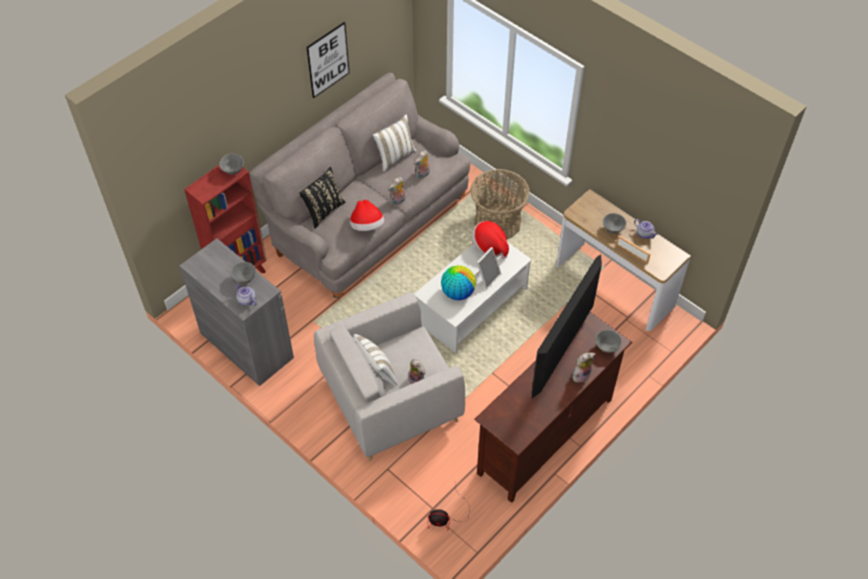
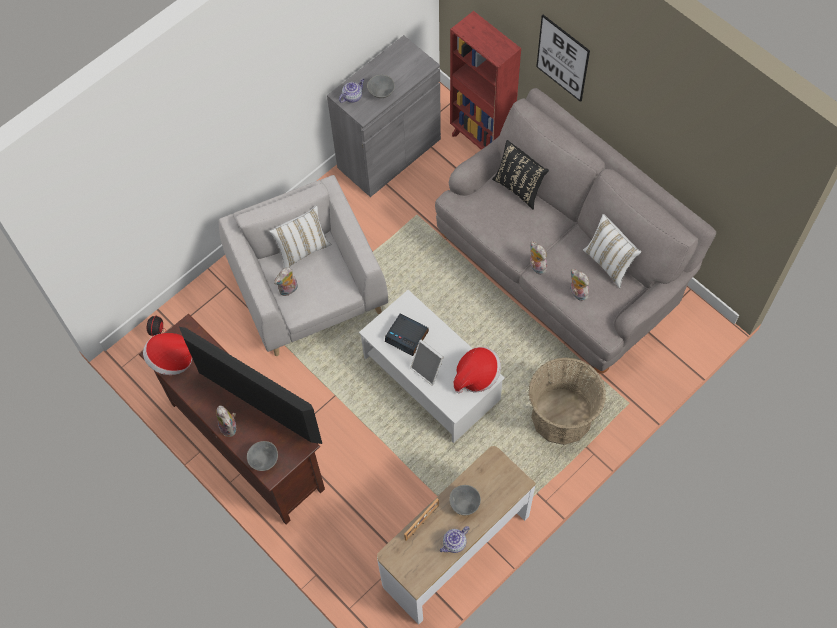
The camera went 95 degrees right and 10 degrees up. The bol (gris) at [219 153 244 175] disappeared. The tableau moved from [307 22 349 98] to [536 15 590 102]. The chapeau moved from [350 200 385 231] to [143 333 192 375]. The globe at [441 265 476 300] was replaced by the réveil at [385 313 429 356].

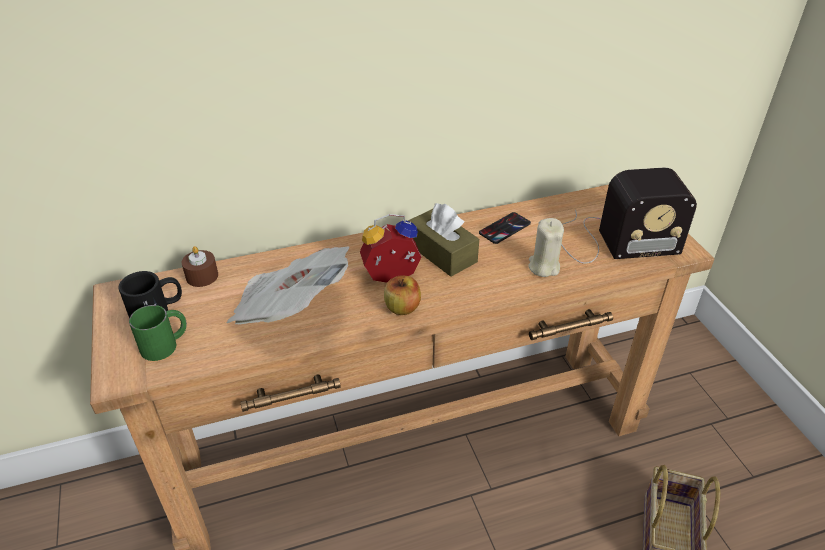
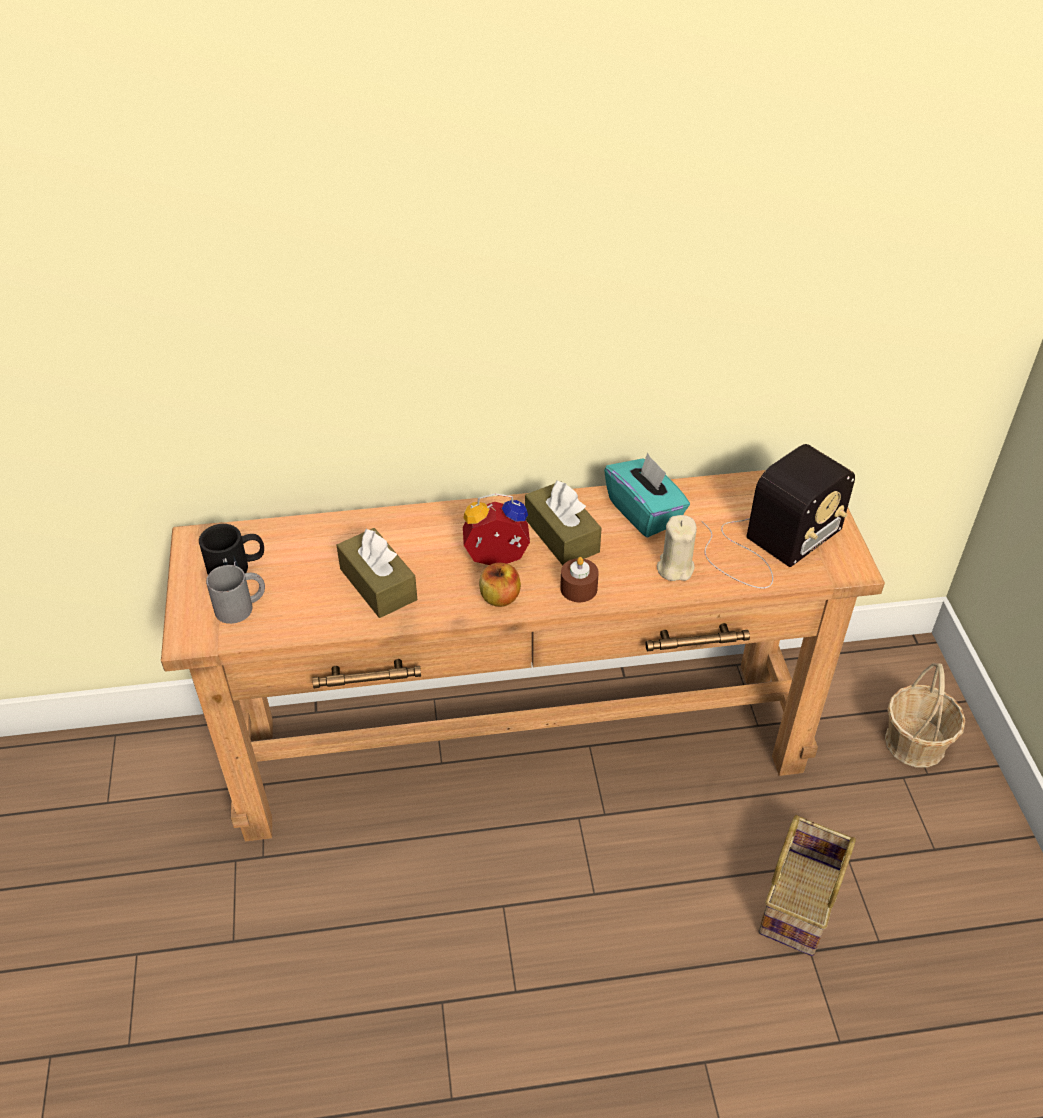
The camera went 10 degrees right and 5 degrees up. The panier at [885 663 965 767] appeared. The bougie (marron) moved from [182 246 218 287] to [560 557 599 602]. The journal at [226 246 349 325] was replaced by the boîte à mouchoirs (marron) at [336 528 417 618]. The téléphone at [479 212 531 244] was replaced by the boîte à mouchoirs (turquoise) at [604 453 690 537]. The mug (vert) at [129 305 187 361] became the mug (gris) at [206 565 265 624]. The radio at [561 168 697 264] turned 45 degrees counterclockwise.

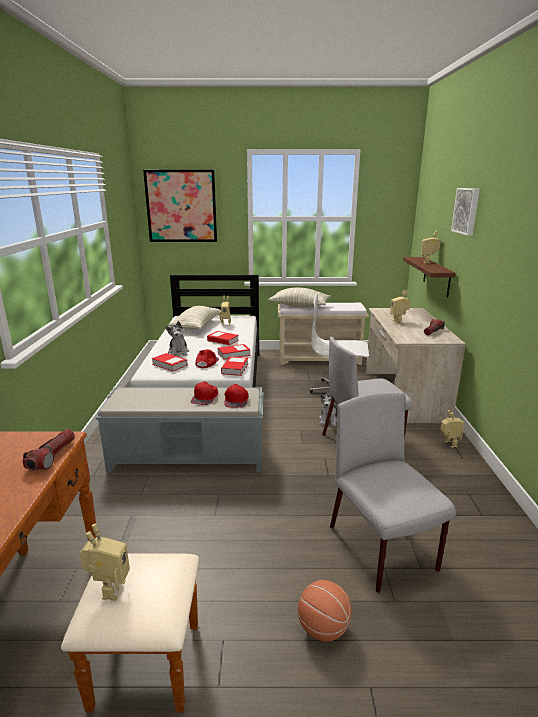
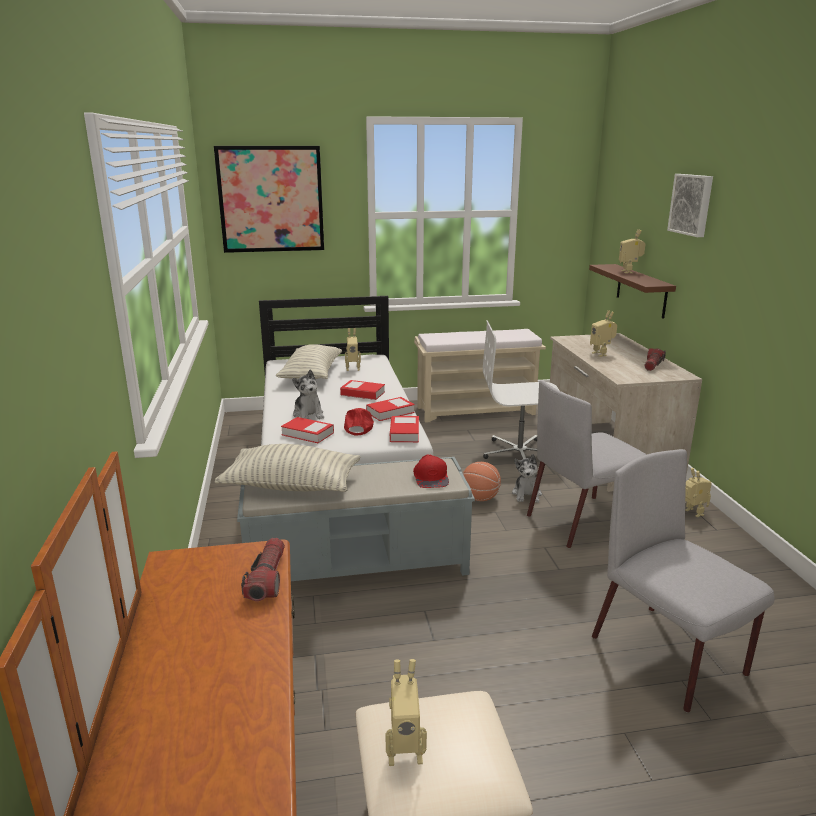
The camera went 10 degrees left and 0 degrees up. The casquette (rouge) at [190 381 218 405] disappeared. The coussin moved from [268 287 331 308] to [215 444 360 492]. The ballon de basket moved from [298 580 352 642] to [463 462 501 501]. The robot jouet at [79 523 130 601] turned 90 degrees clockwise.

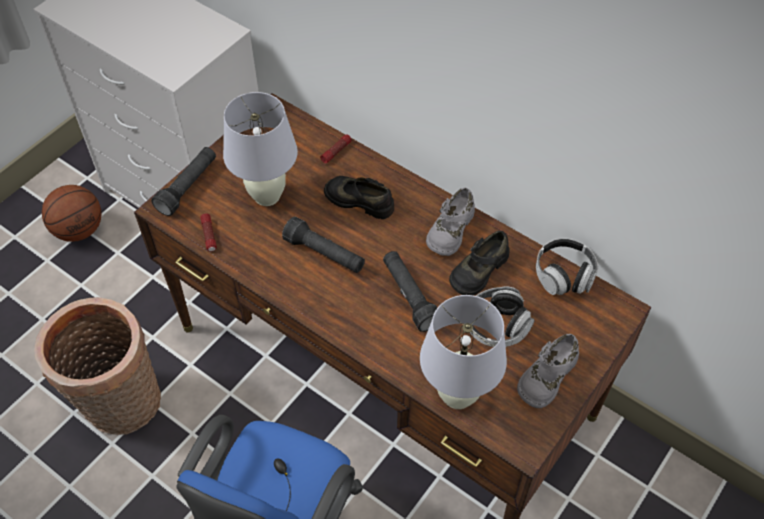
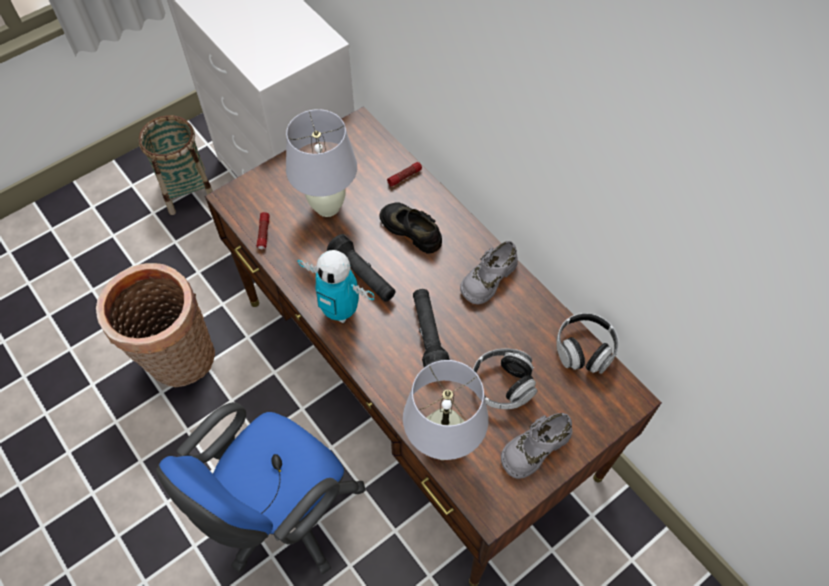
The camera went 15 degrees right and 5 degrees up. The lampe de poche (noir) at [151 147 216 216] disappeared. The chaussure (noir) at [449 231 510 295] disappeared. The robot jouet at [297 250 374 323] appeared. The ballon de basket at [42 185 101 242] was replaced by the panier at [139 115 213 215].

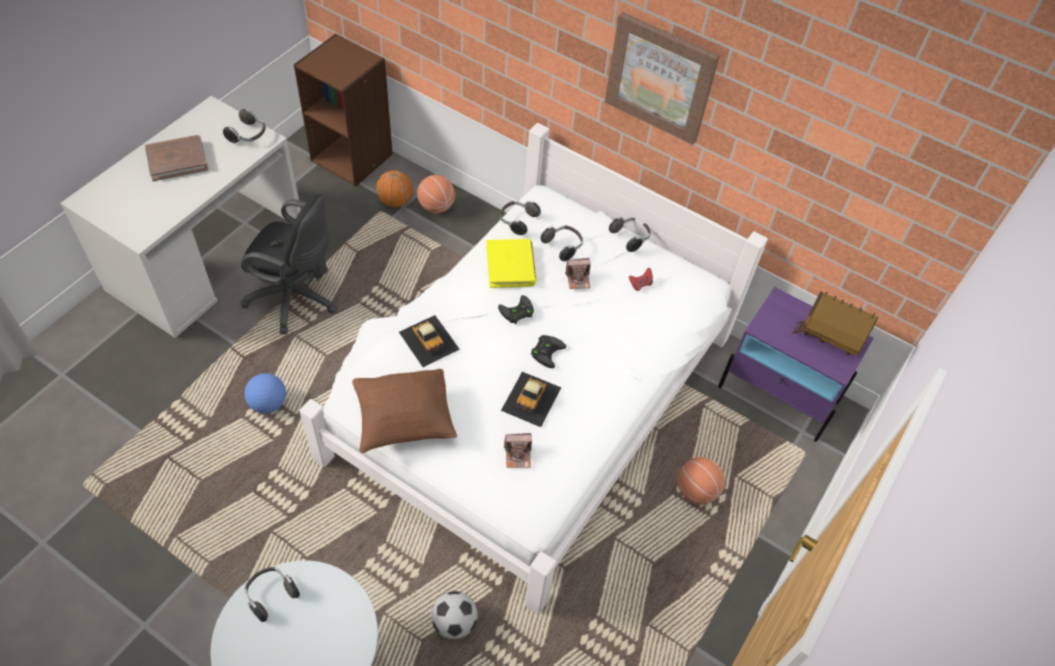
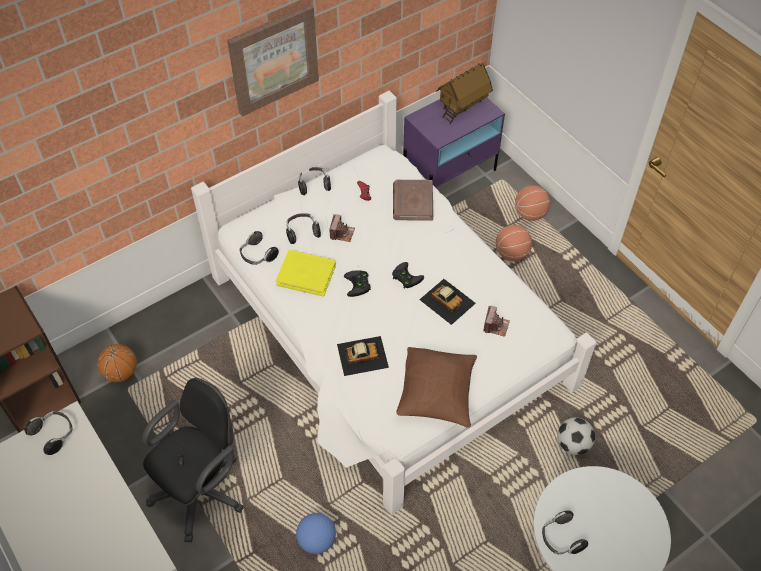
The camera went 65 degrees left and 0 degrees up. The livre (marron) moved from [145 135 208 181] to [393 180 434 221]. The ballon de basket moved from [417 175 455 214] to [515 185 550 221].

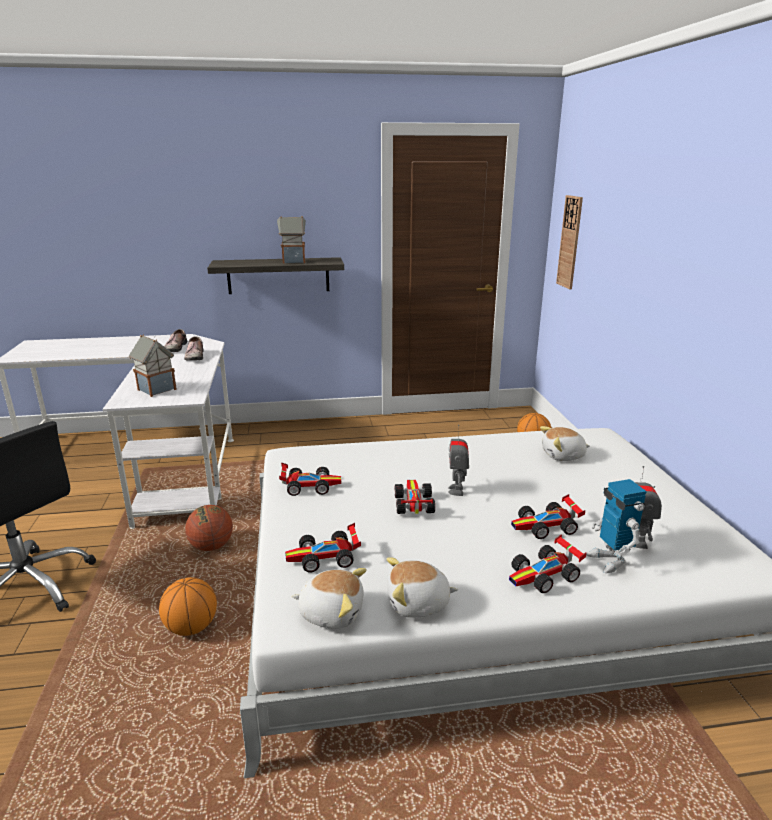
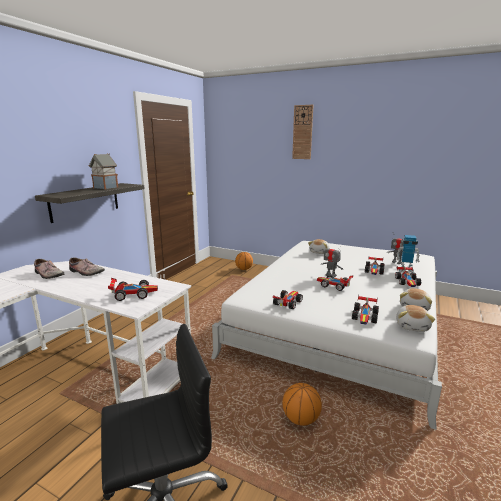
The camera went 55 degrees left and 5 degrees down. The ballon de basket at [185 505 233 551] disappeared. The horloge murale moved from [556 195 583 290] to [292 105 313 159]. The maison miniature at [129 335 177 397] was replaced by the petite voiture at [108 278 158 301]. The peluche at [292 568 367 629] turned 150 degrees clockwise.

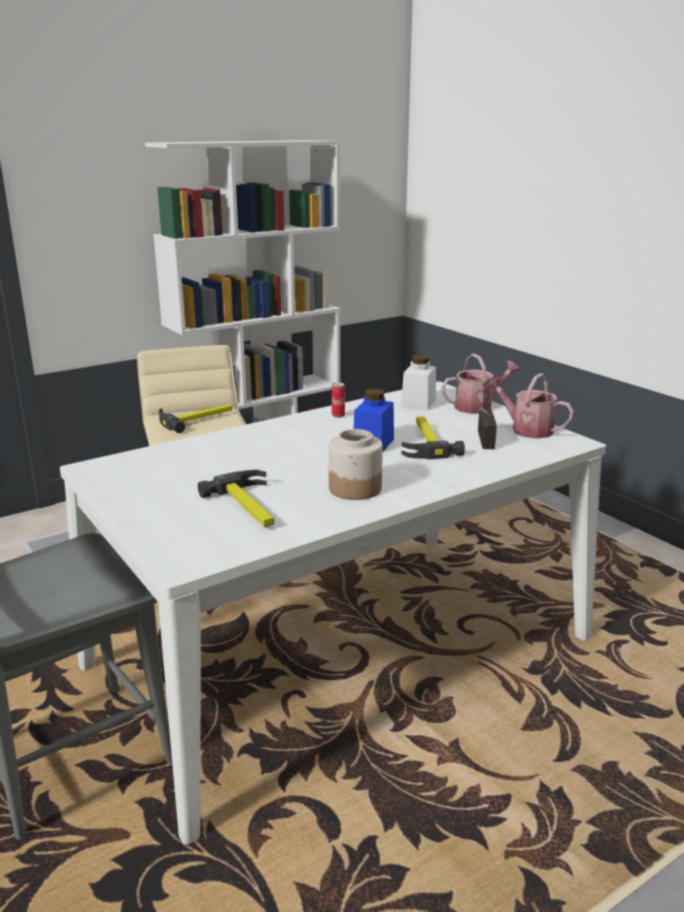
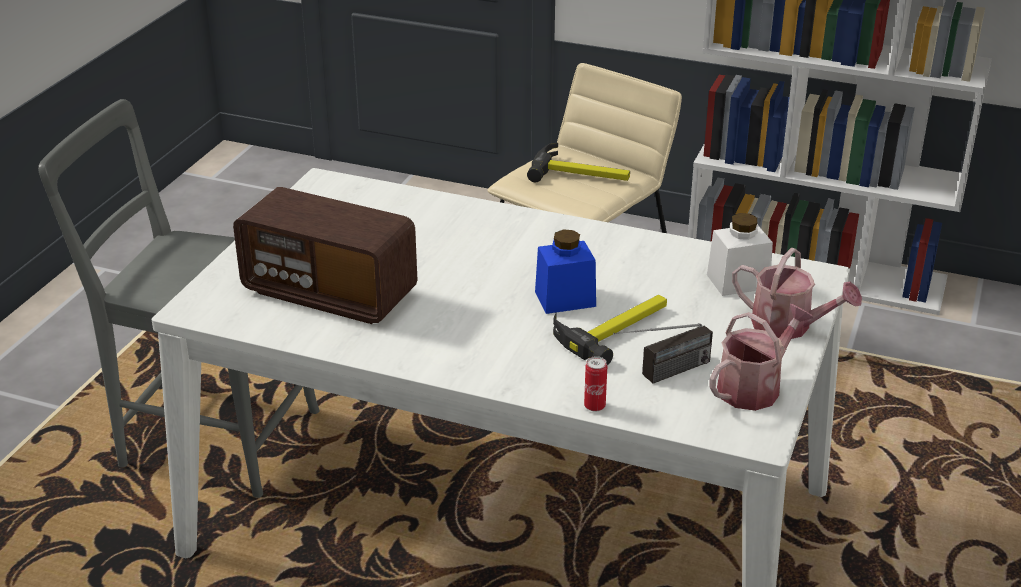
The camera went 55 degrees right and 10 degrees up. The bocal at [328 429 383 500] disappeared. The boîte métallique moved from [332 382 345 418] to [584 356 607 412]. The marteau at [198 470 274 527] was replaced by the radio at [233 187 417 324]. The arrosoir at [486 373 574 439] turned 45 degrees clockwise.

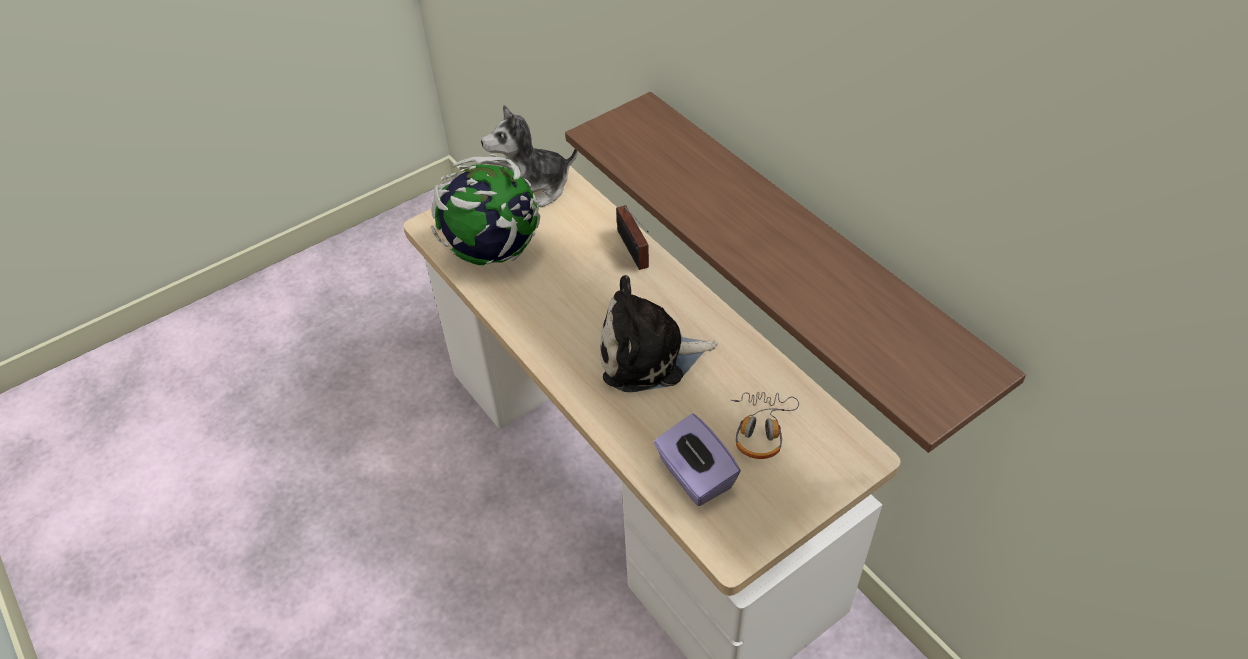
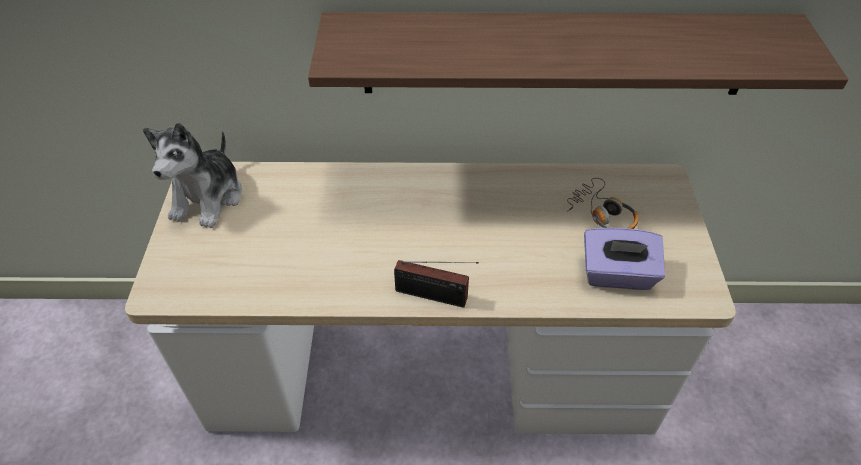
The camera went 55 degrees left and 0 degrees up. The globe at [431 154 540 265] disappeared. The peluche at [600 275 718 392] disappeared. The radio moved from [616 205 649 270] to [394 260 479 308].

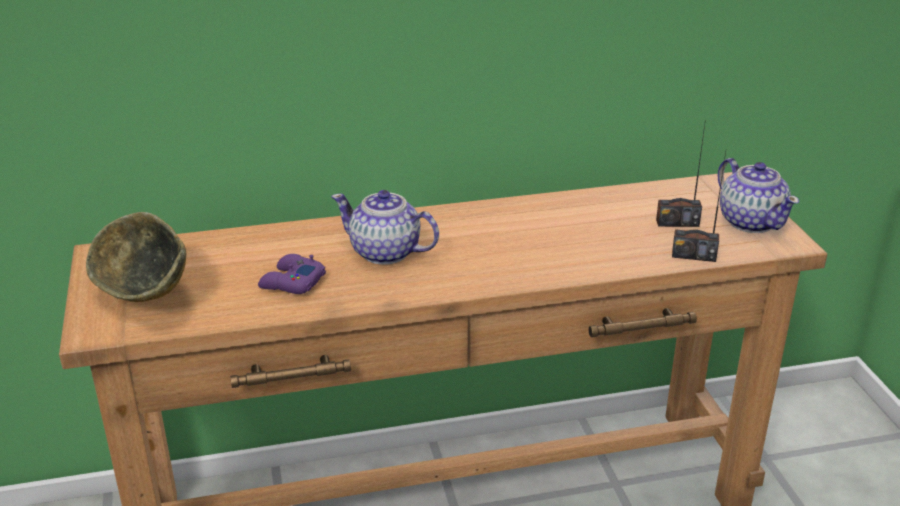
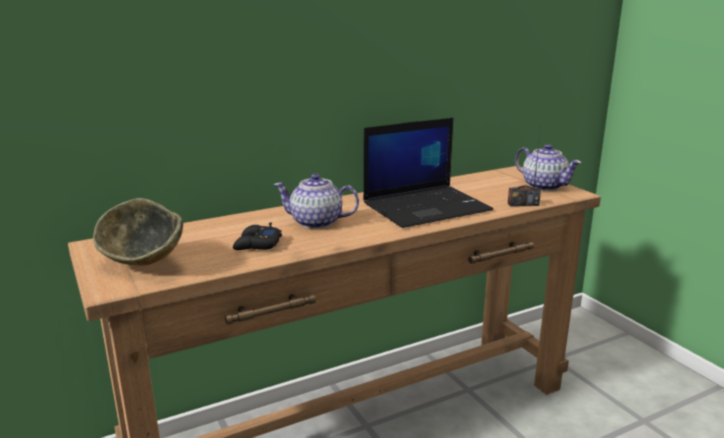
The camera went 15 degrees left and 10 degrees down. The radio at [656 119 706 227] disappeared. The ordinateur portable at [363 118 494 228] appeared. The manette (violet) at [258 254 326 294] became the manette (noir) at [233 222 282 250].

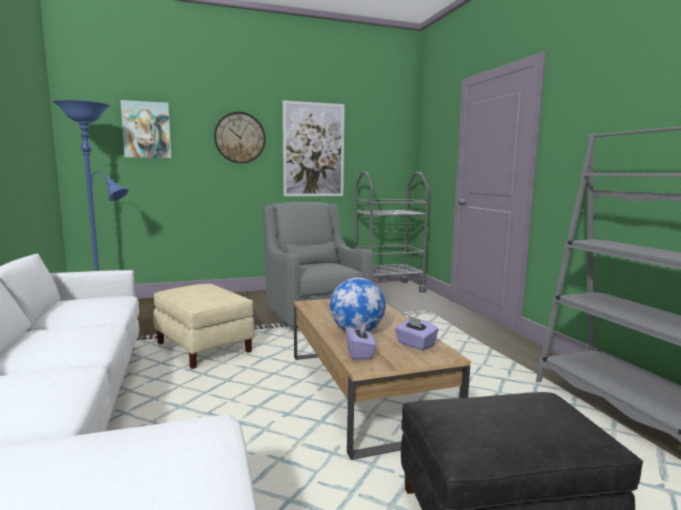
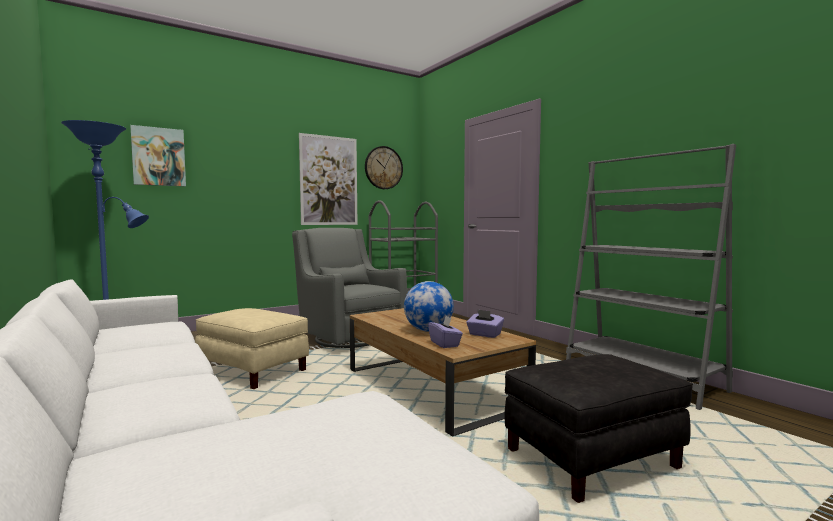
The camera went 15 degrees left and 5 degrees down. The horloge murale moved from [214 112 265 163] to [365 146 403 189].

